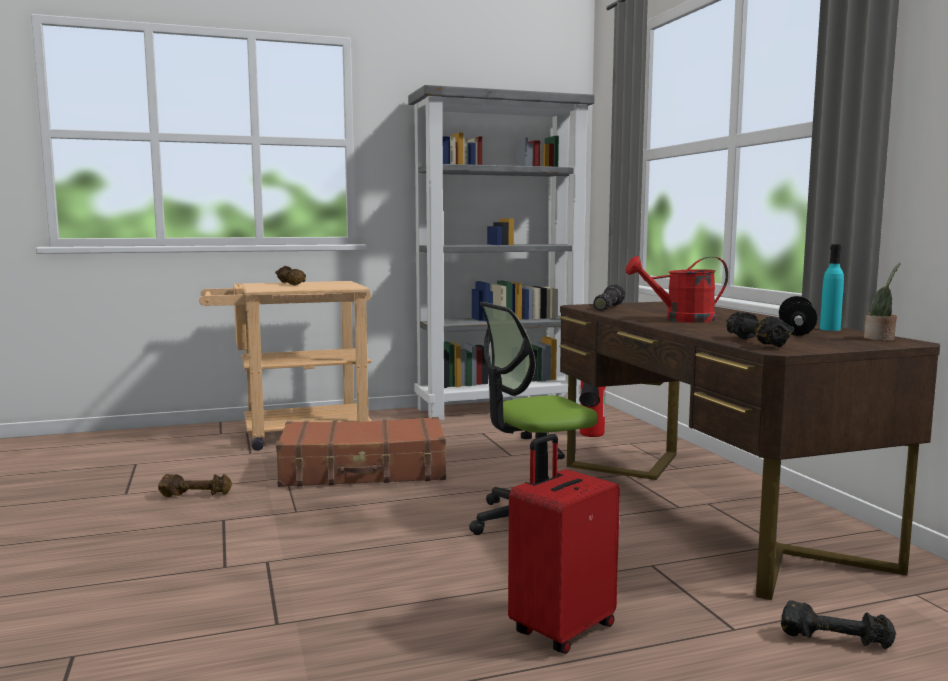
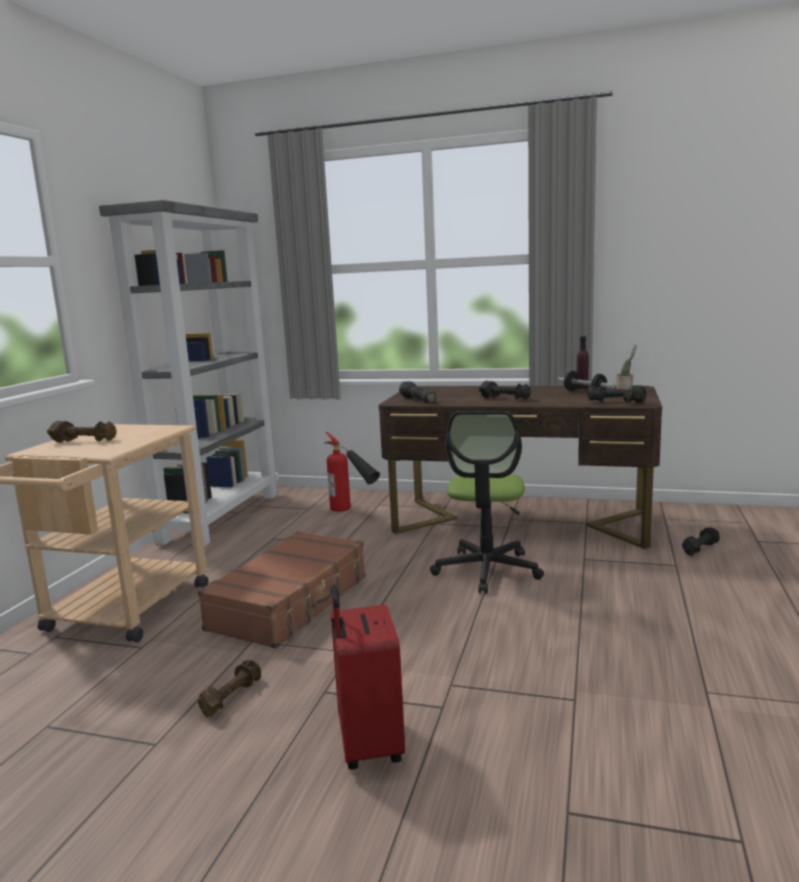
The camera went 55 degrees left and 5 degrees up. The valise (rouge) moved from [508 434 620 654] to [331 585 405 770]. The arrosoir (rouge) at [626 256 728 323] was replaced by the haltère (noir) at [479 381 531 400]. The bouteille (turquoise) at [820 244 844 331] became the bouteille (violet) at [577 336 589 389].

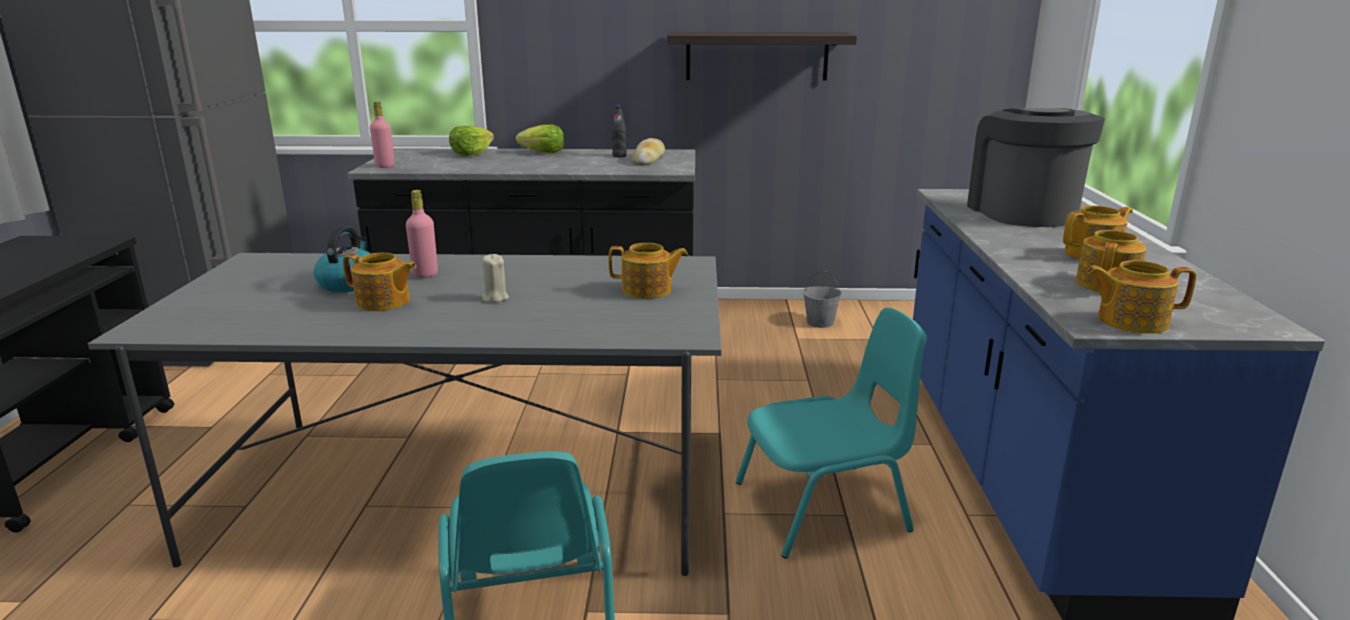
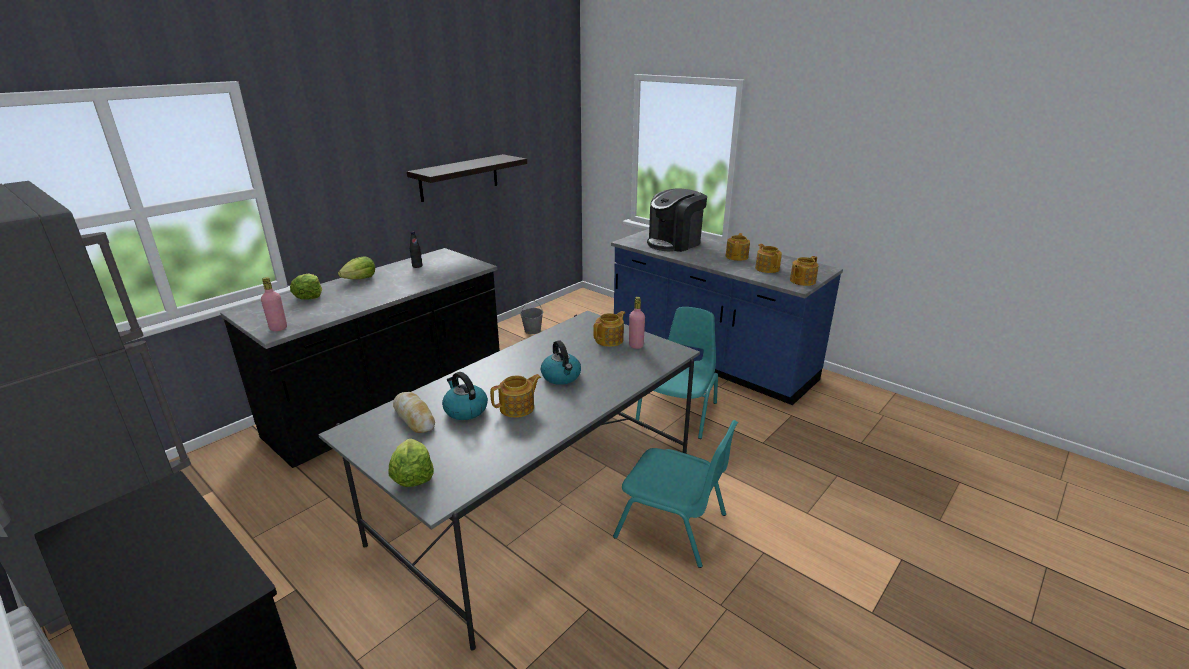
The camera went 50 degrees left and 5 degrees up. The laitue at [389 439 434 487] appeared. The bouteille (rose) moved from [406 190 438 278] to [629 297 645 349]. The pain moved from [632 138 665 165] to [393 392 435 433]. The bougie (beige) at [481 254 509 302] was replaced by the bouilloire at [541 340 581 385]. The machine à café at [967 108 1105 227] turned 75 degrees counterclockwise.

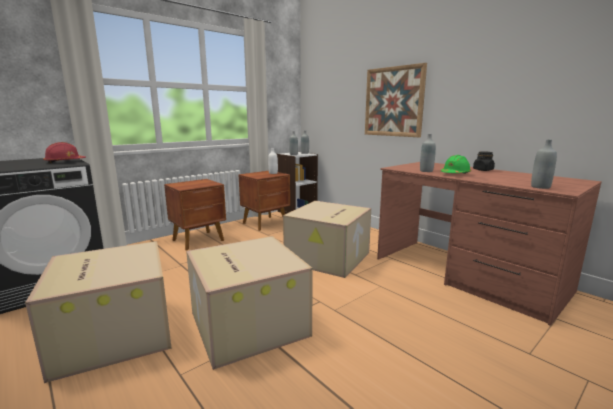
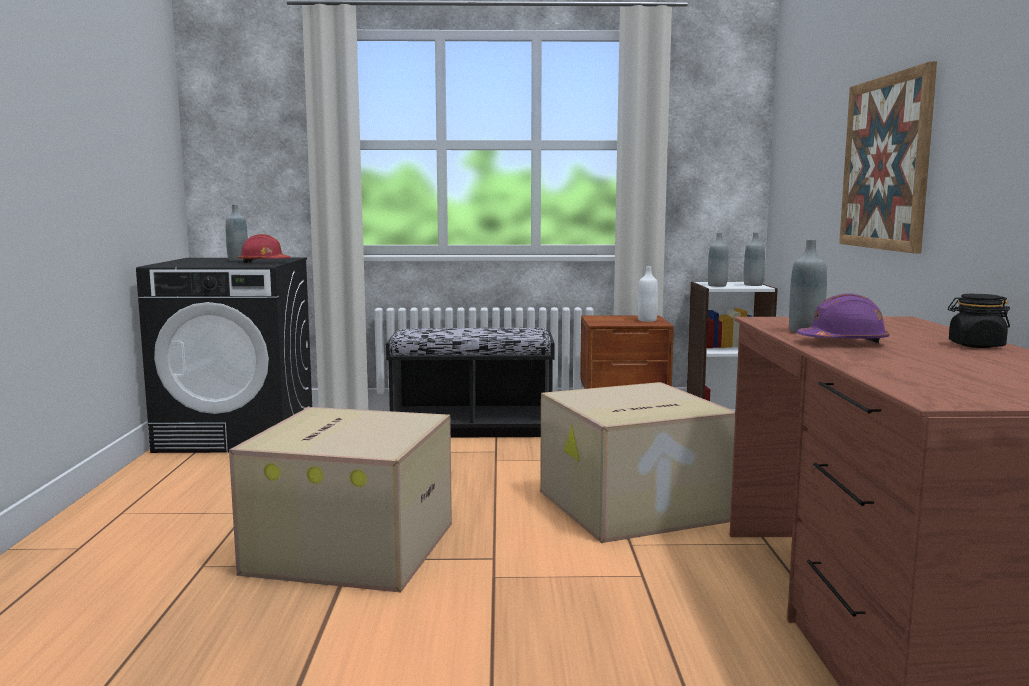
The camera went 40 degrees right and 5 degrees down. The carton at [25 241 172 383] disappeared. The bouteille (gris) moved from [531 139 557 189] to [226 205 248 261]. The table de chevet (marron) at [164 179 226 250] was replaced by the banc (noir) at [386 328 555 438]. The casque de chantier (vert) at [440 155 471 174] became the casque de chantier (violet) at [797 293 890 344].

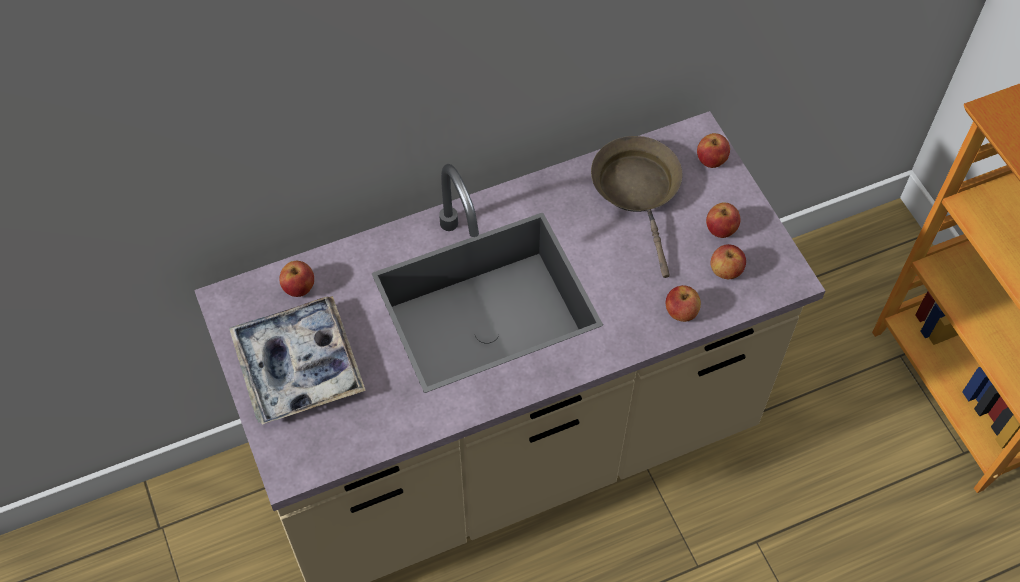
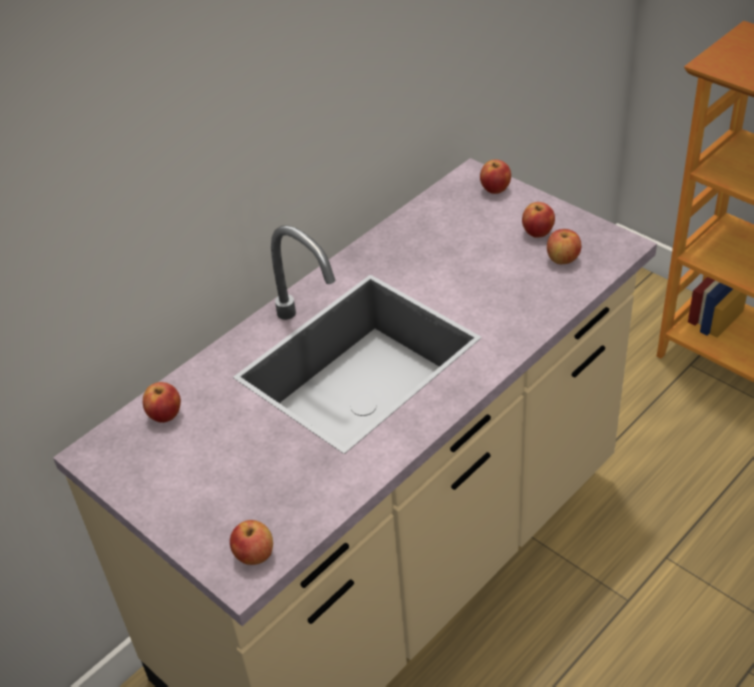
The camera went 20 degrees left and 15 degrees down. The plateau at [229 296 366 425] disappeared. The poêle (marron) at [591 136 682 278] disappeared. The pomme moved from [666 285 701 322] to [230 520 273 565].

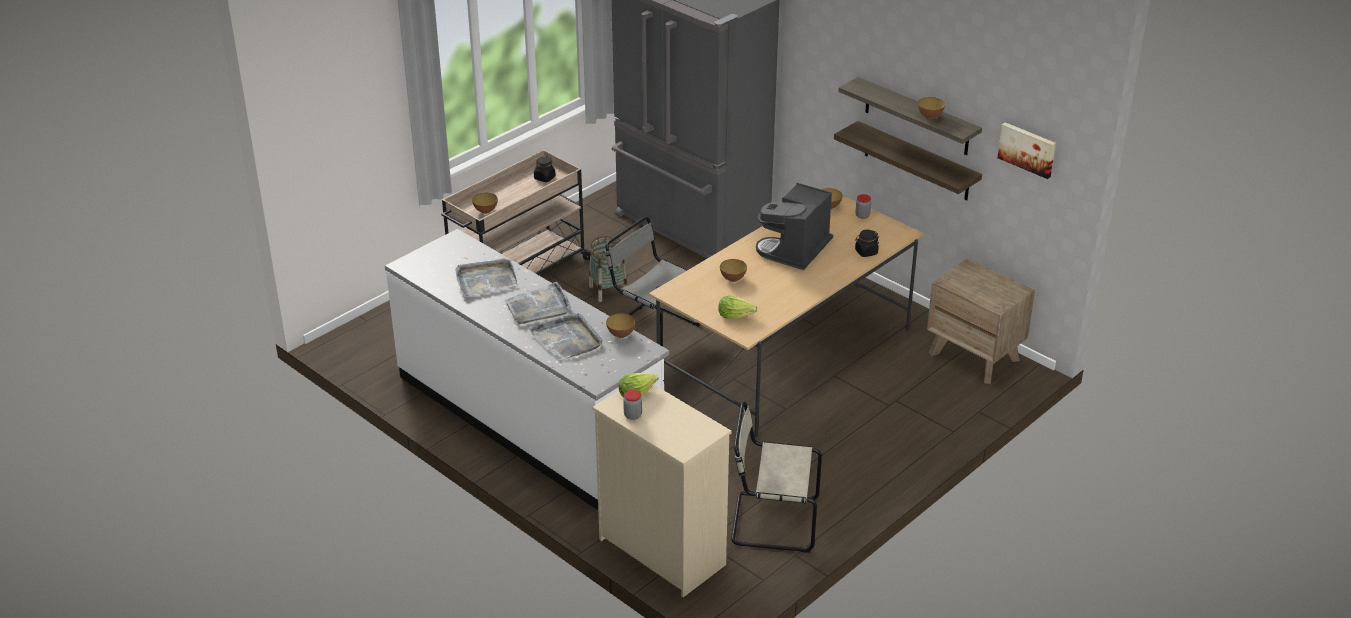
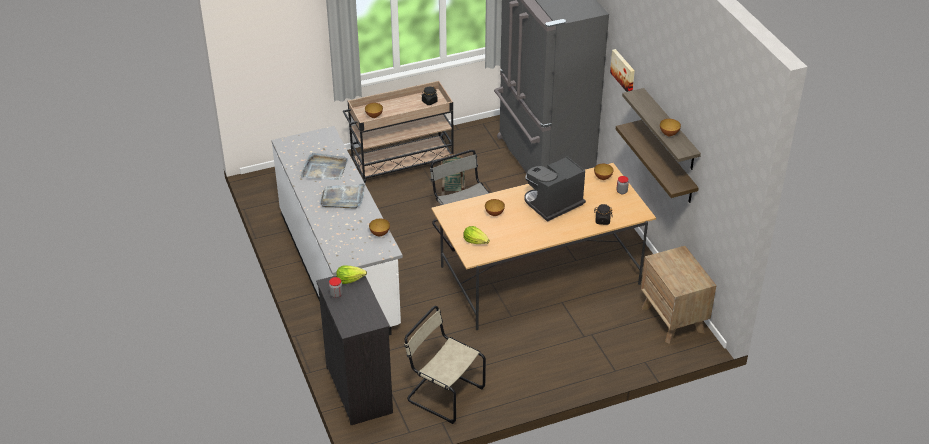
The camera went 25 degrees right and 5 degrees up. The plateau (gris) at [528 313 603 361] disappeared. The tableau moved from [998 122 1056 179] to [610 49 635 92]. The commode (beige) at [593 385 731 597] became the commode (noir) at [316 276 393 425].

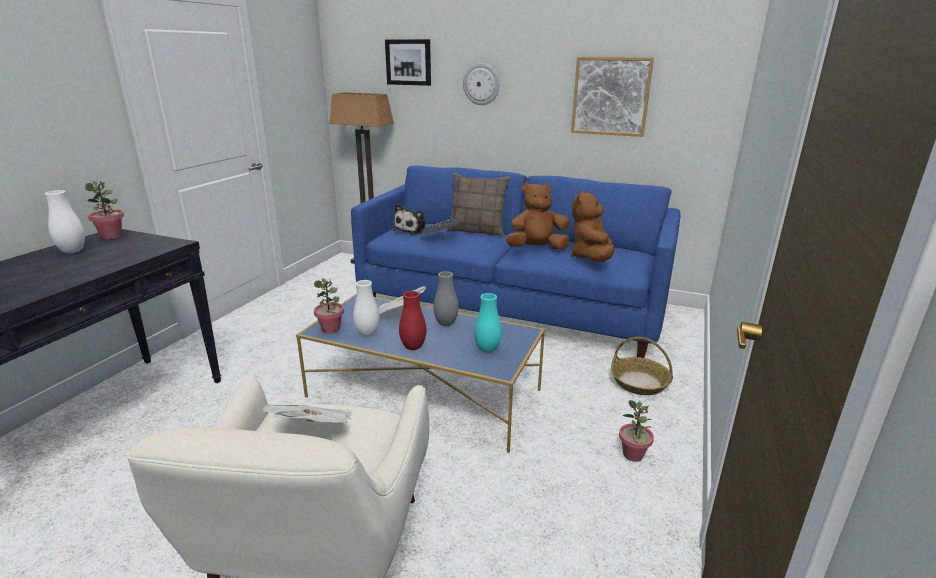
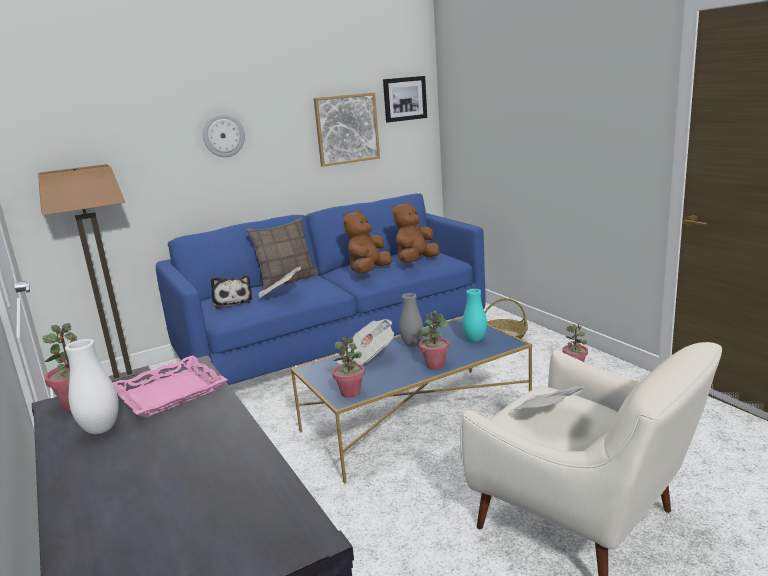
The camera went 50 degrees left and 5 degrees down. The vase (blanc) at [353 280 380 337] disappeared. The plateau (rose) at [113 355 228 418] appeared. The tableau moved from [385 39 431 86] to [383 76 427 122]. The vase (rouge) at [399 291 426 350] was replaced by the plante en pot at [419 311 449 369]. The peluche (marron) at [571 190 615 262] turned 75 degrees clockwise.

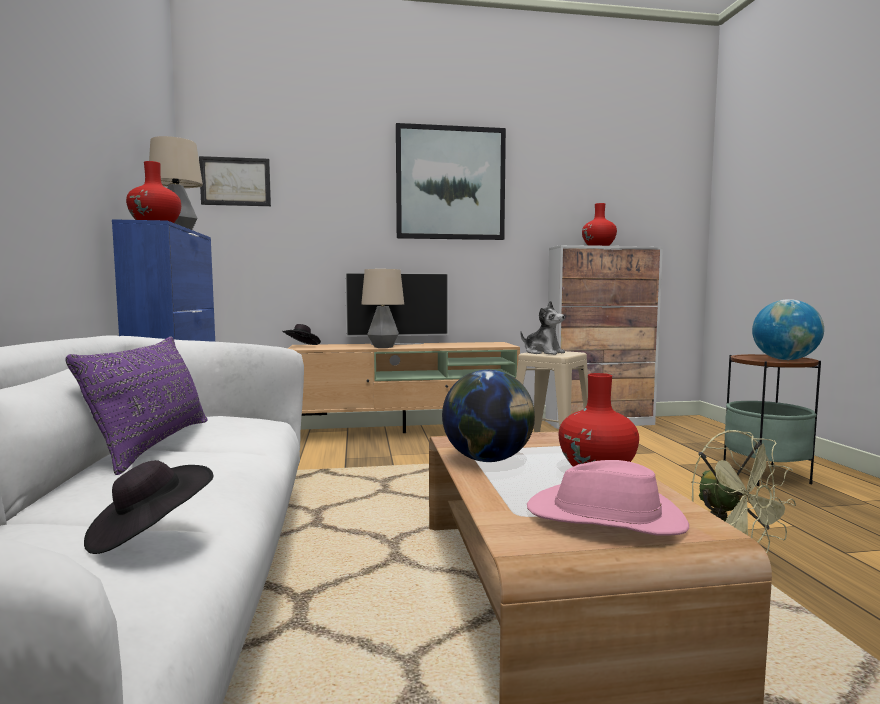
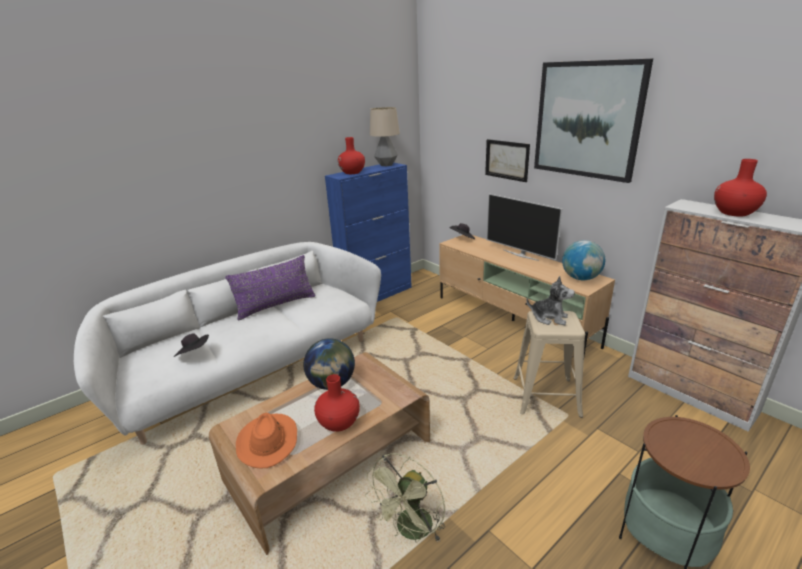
The camera went 60 degrees right and 20 degrees up. The lampe de table at [361 269 404 348] disappeared. The tableau moved from [199 156 271 206] to [485 139 530 182]. The globe moved from [752 299 824 360] to [562 240 605 280]. The chapeau (rose) at [527 460 689 536] became the chapeau (orange) at [236 413 297 469]. The peluche at [520 301 565 355] turned 75 degrees counterclockwise.

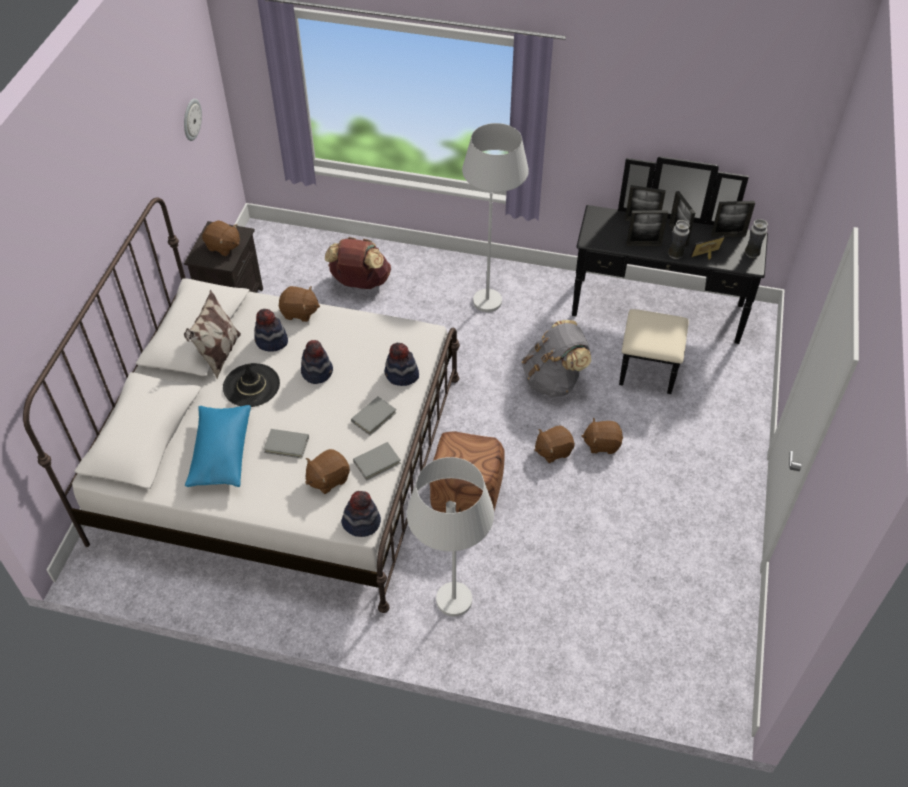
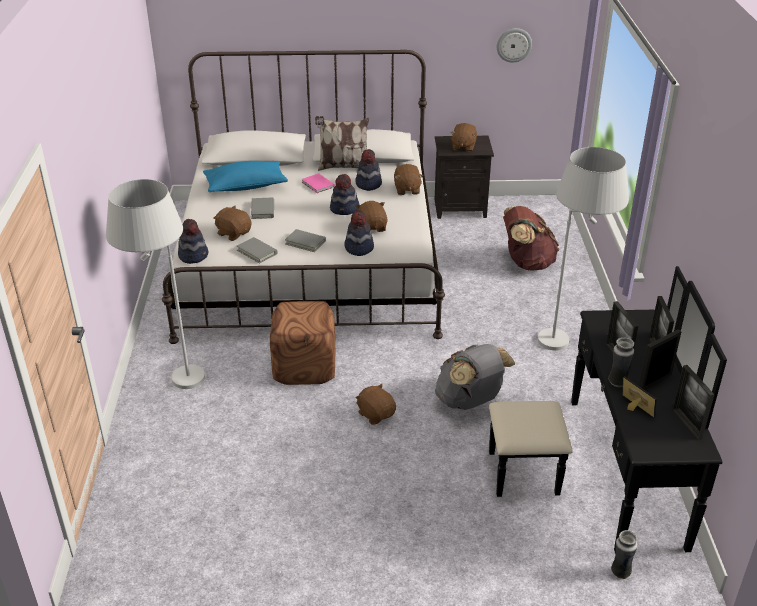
The camera went 75 degrees right and 15 degrees down. The peluche (marron) moved from [581 418 623 454] to [355 201 388 232]. The vase moved from [745 219 768 258] to [611 530 638 579]. The chapeau (noir) at [223 363 280 407] was replaced by the livre (rose) at [301 173 335 193].

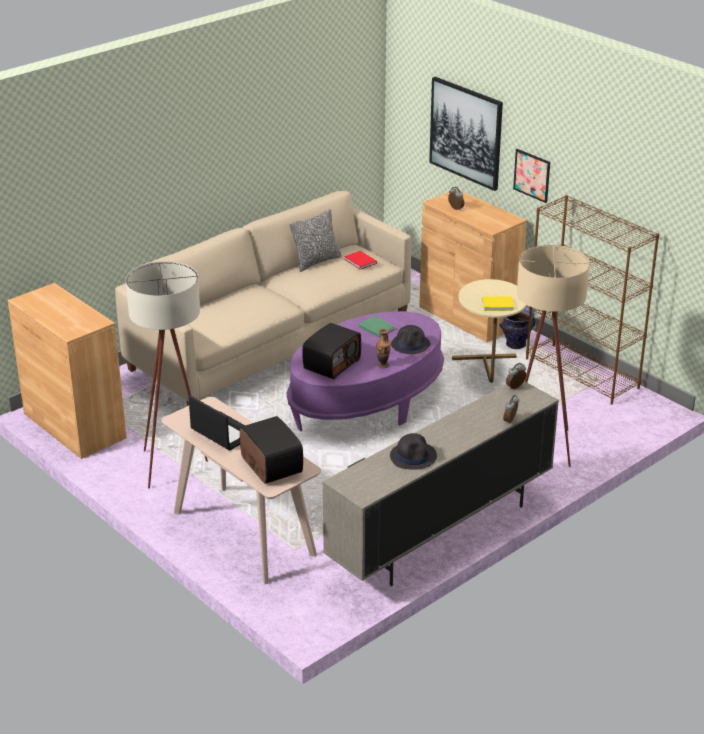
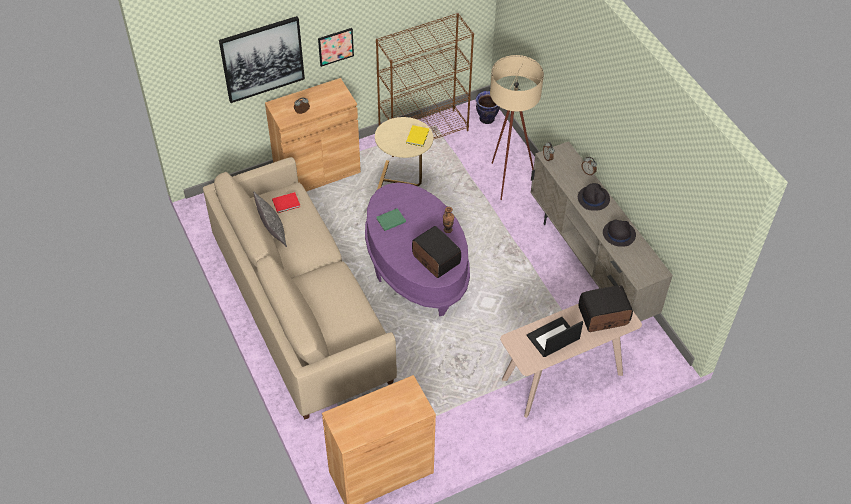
The camera went 75 degrees left and 20 degrees up. The lampadaire (beige) at [126 261 208 488] disappeared. The chapeau (noir) moved from [391 325 431 354] to [578 183 610 211]. The vase moved from [500 307 535 349] to [476 91 500 124].

